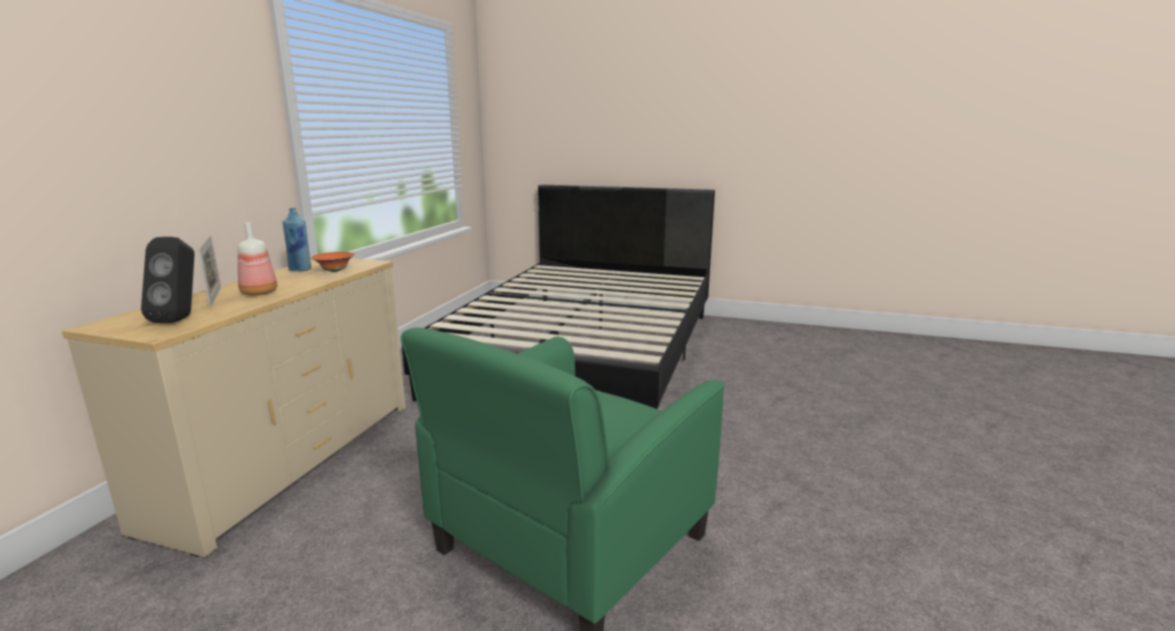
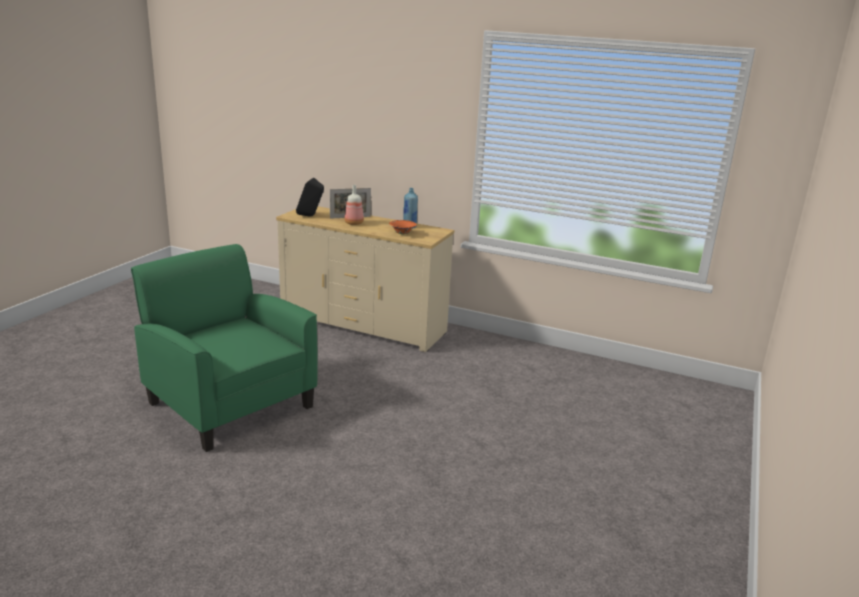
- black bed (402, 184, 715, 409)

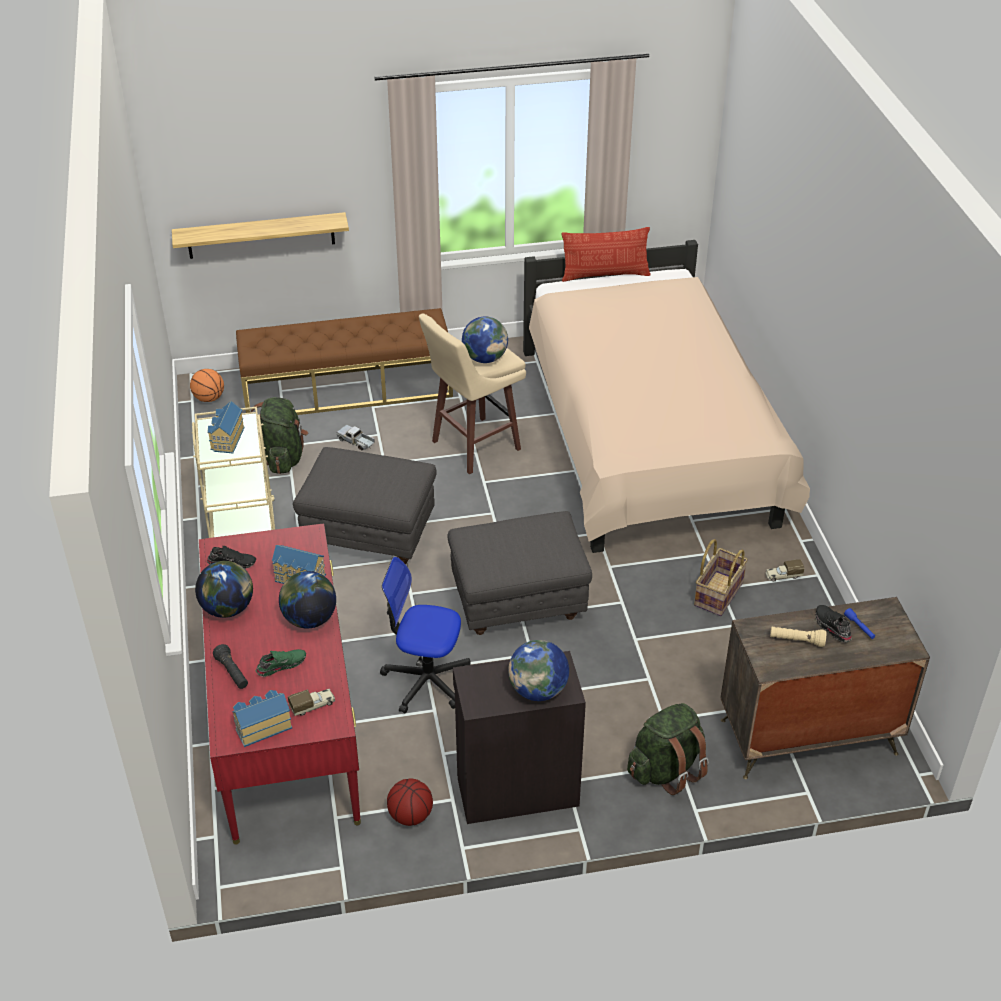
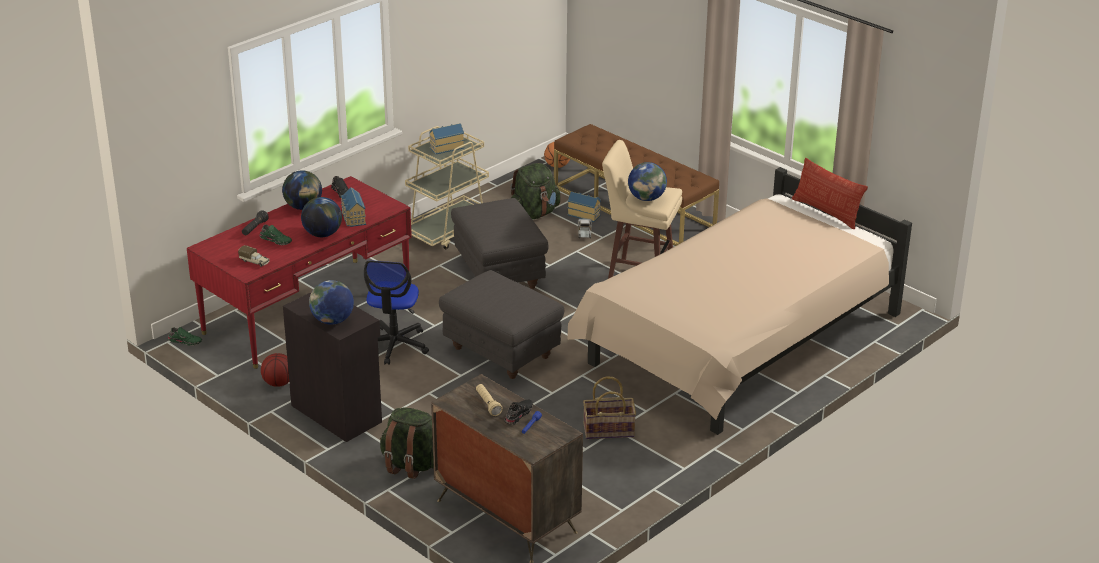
- shelf (172, 212, 349, 259)
~ toy house (232, 690, 292, 747) to (567, 192, 601, 222)
~ office chair (380, 557, 470, 714) = (364, 260, 429, 365) 150 degrees counterclockwise
- toy truck (766, 559, 804, 581)
+ green shoe (168, 327, 203, 346)

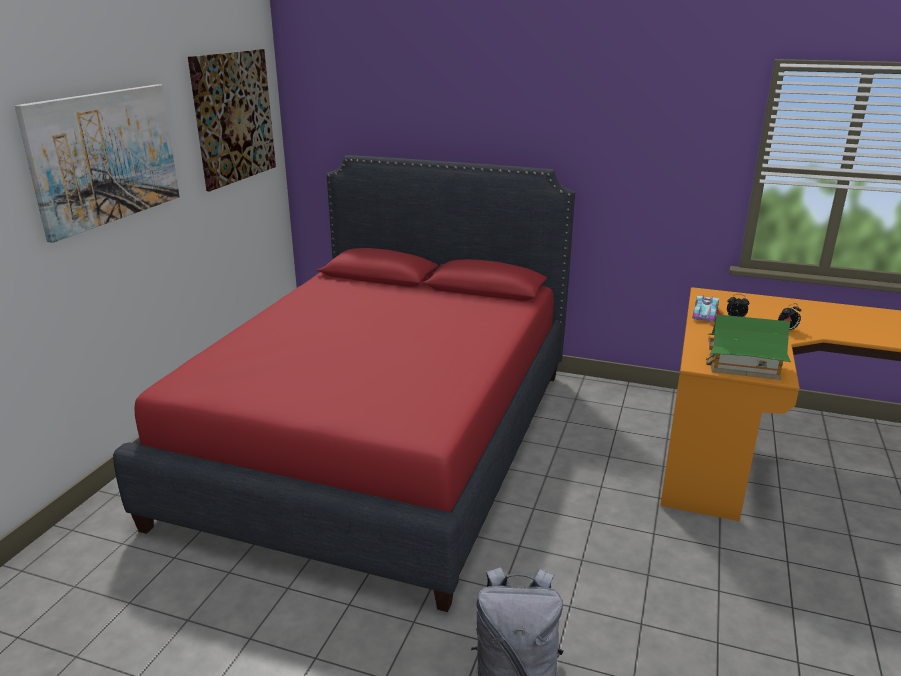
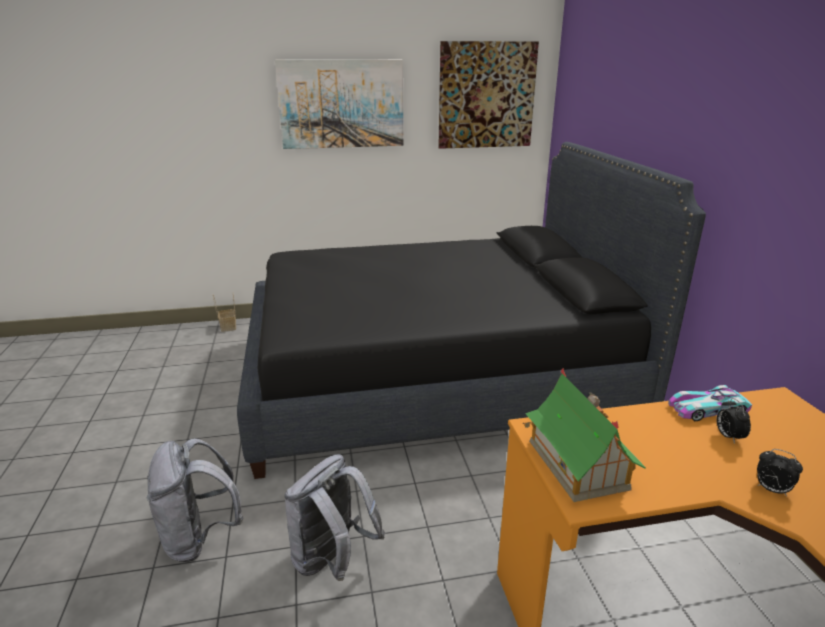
~ red bed (113, 155, 575, 612) to black bed (237, 142, 706, 479)
+ basket (213, 294, 236, 332)
+ grey backpack (284, 454, 385, 581)

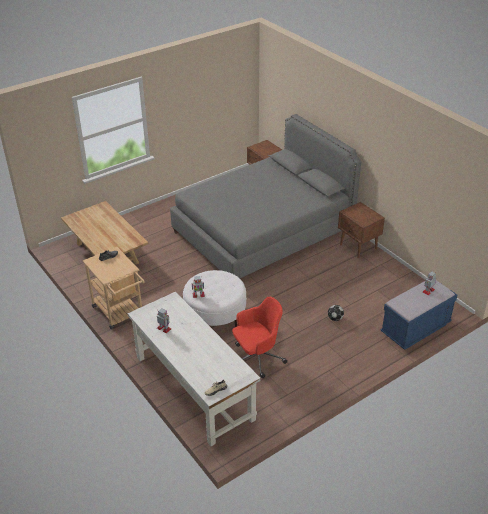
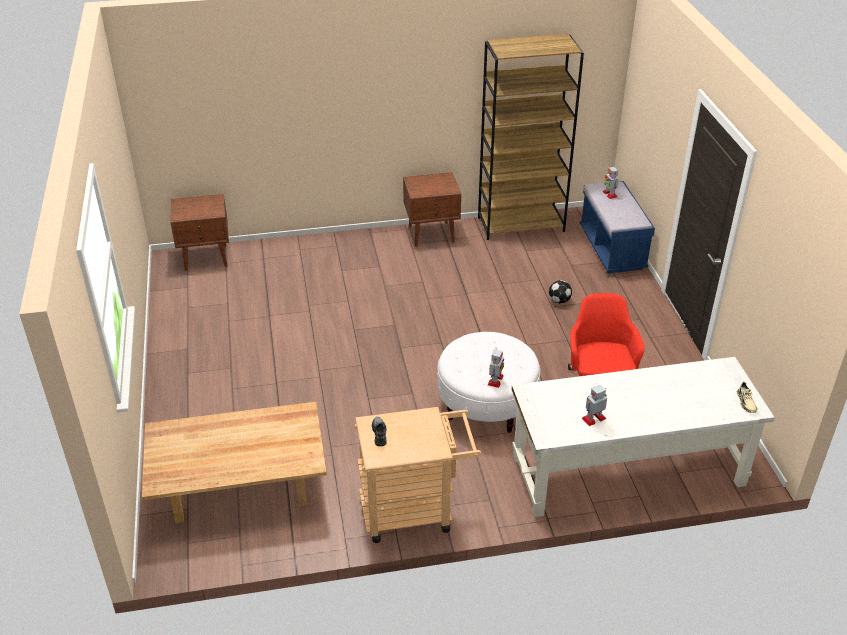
- grey bed (170, 114, 361, 278)
+ brown bookcase (478, 34, 584, 240)

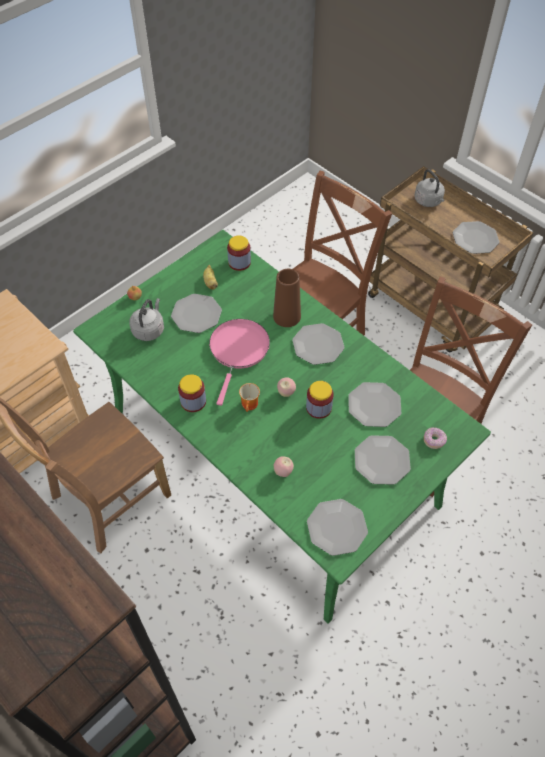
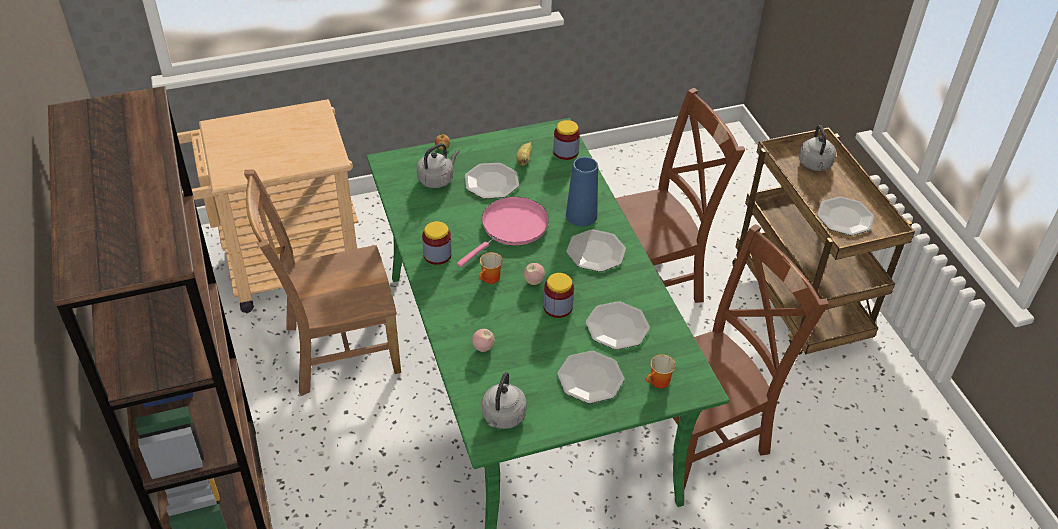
~ brown vase (273, 269, 301, 327) to blue vase (566, 157, 598, 226)
~ plate (307, 499, 368, 556) to grey kettle (482, 372, 527, 429)
~ donut (424, 427, 447, 449) to mug (646, 354, 676, 388)

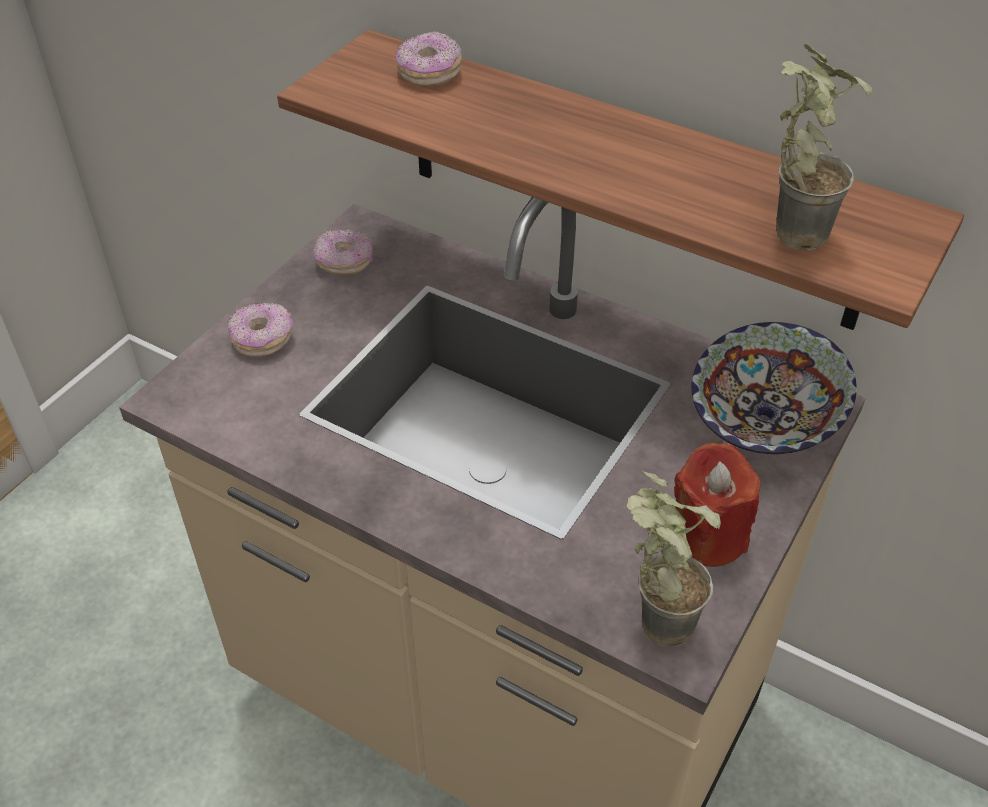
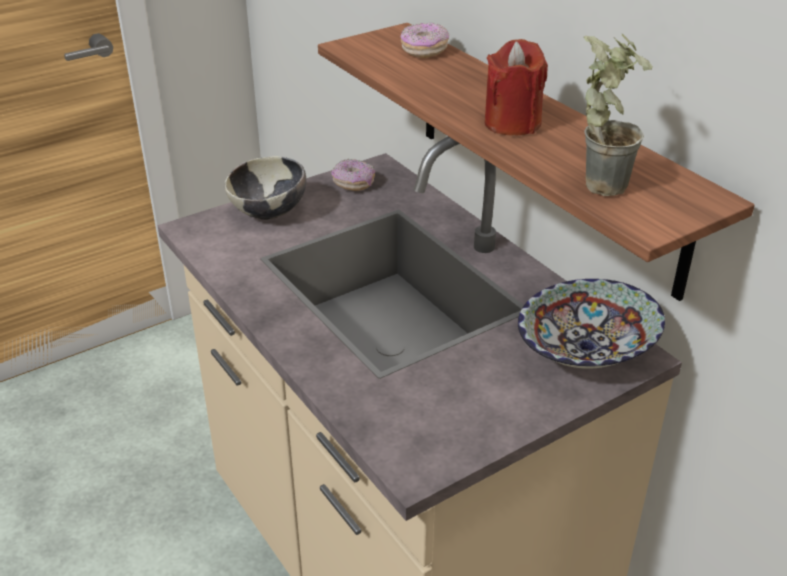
~ donut (228, 303, 293, 357) to bowl (225, 156, 306, 220)
- potted plant (627, 471, 721, 647)
~ red candle (674, 443, 760, 567) to (484, 39, 548, 136)

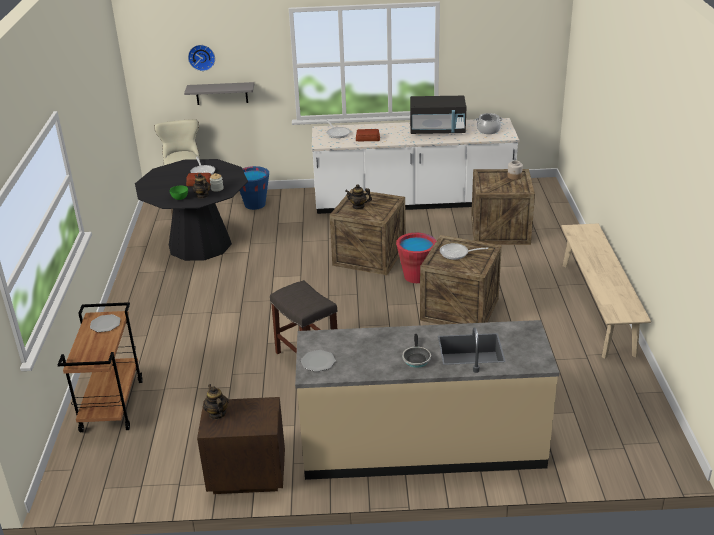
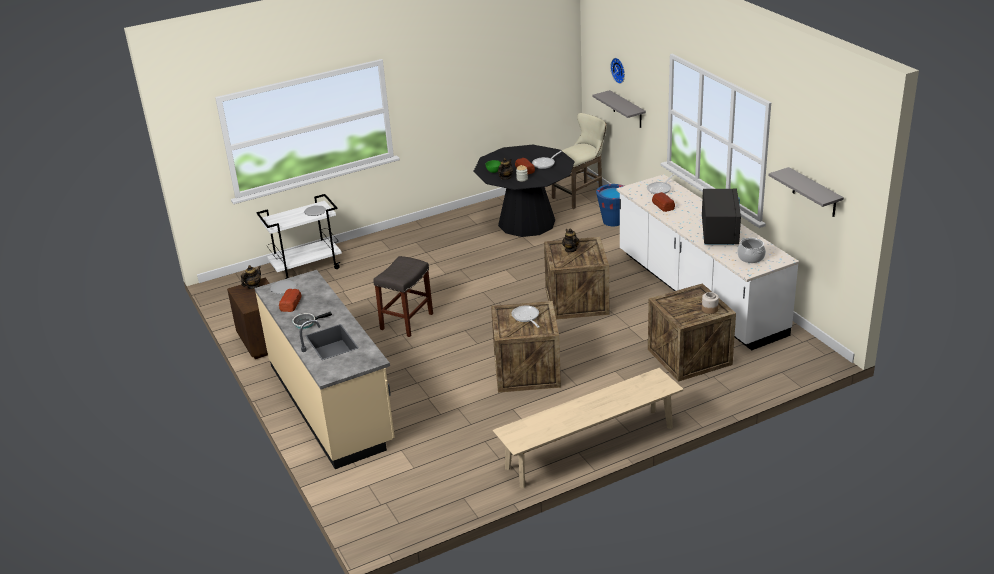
~ brown cart (57, 302, 143, 432) to white cart (256, 194, 342, 279)
- red bucket (396, 233, 436, 283)
~ black microwave (410, 96, 466, 134) = (702, 188, 741, 245) 150 degrees counterclockwise
+ bread (279, 289, 302, 312)
+ grey shelf (769, 167, 844, 217)

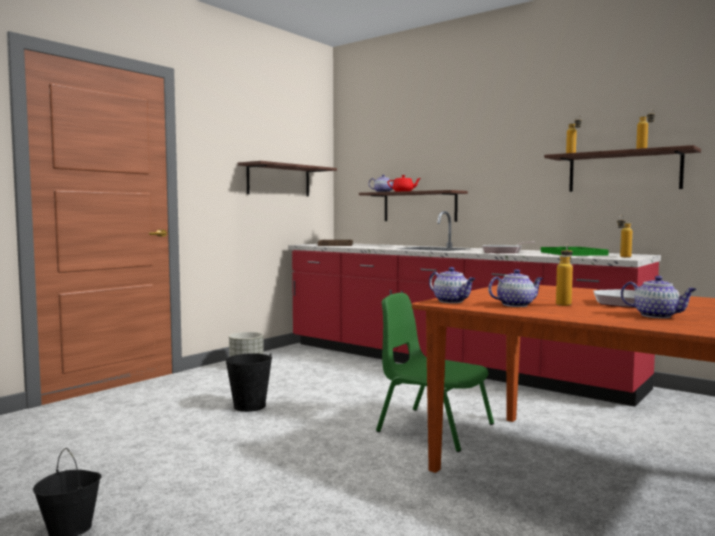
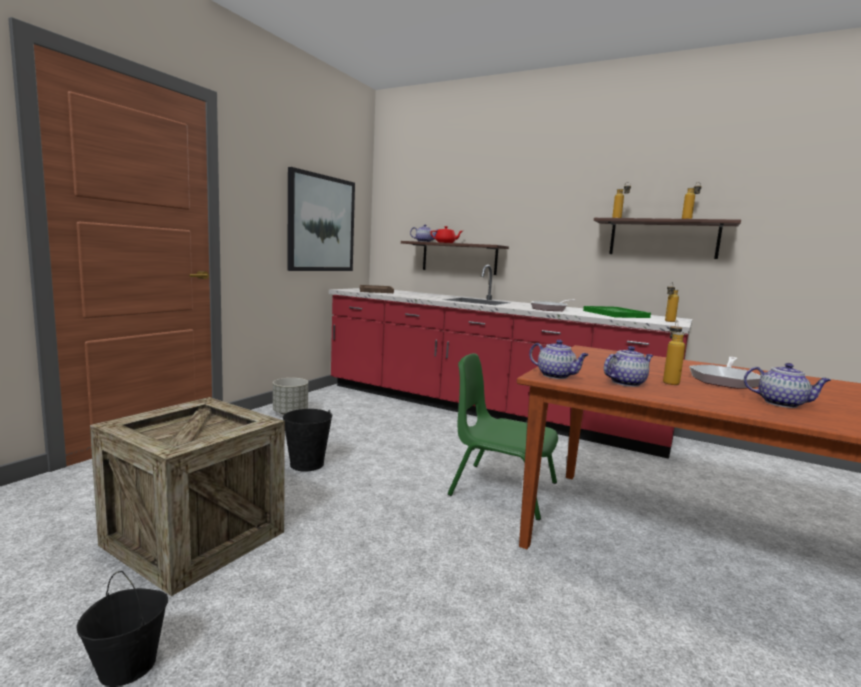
~ shelf (238, 161, 337, 196) to picture (287, 167, 355, 271)
+ crate (90, 397, 285, 596)

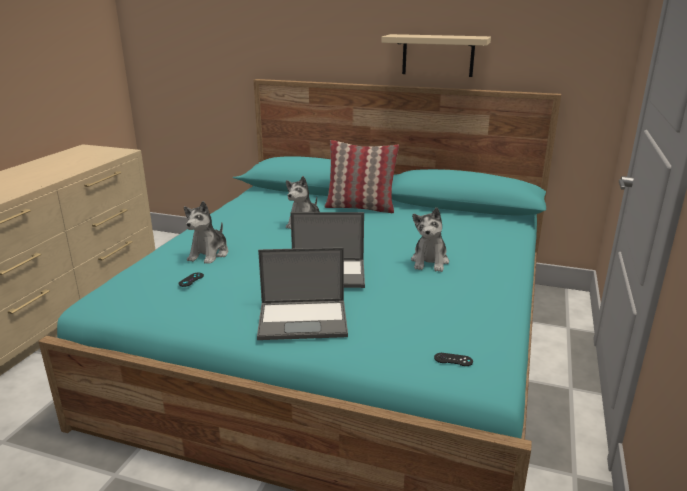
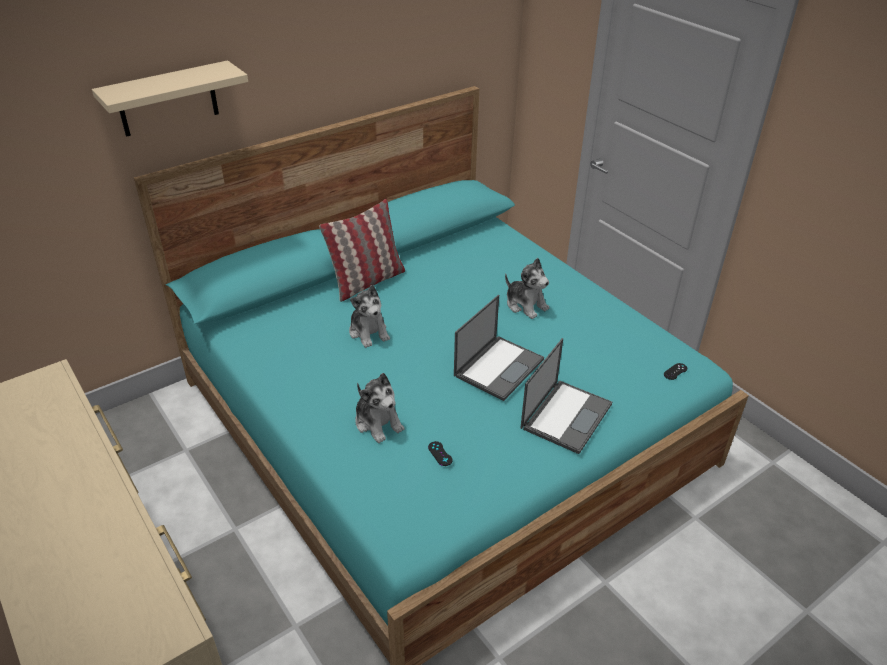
~ beige shelf (381, 34, 491, 77) to (92, 60, 248, 137)

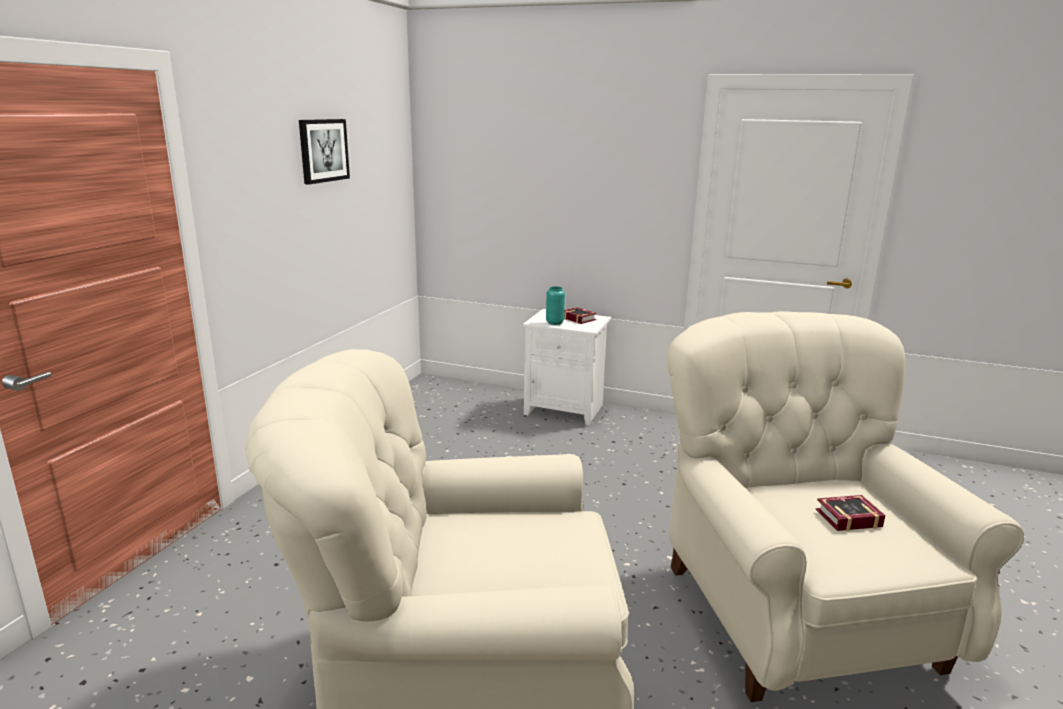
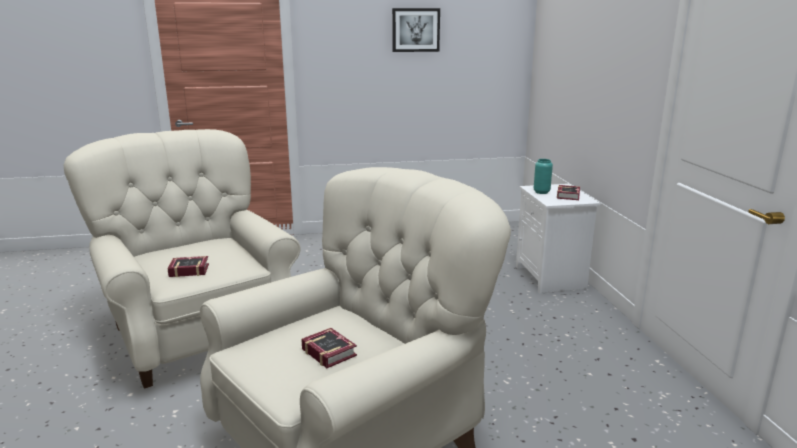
+ book (168, 256, 209, 277)

